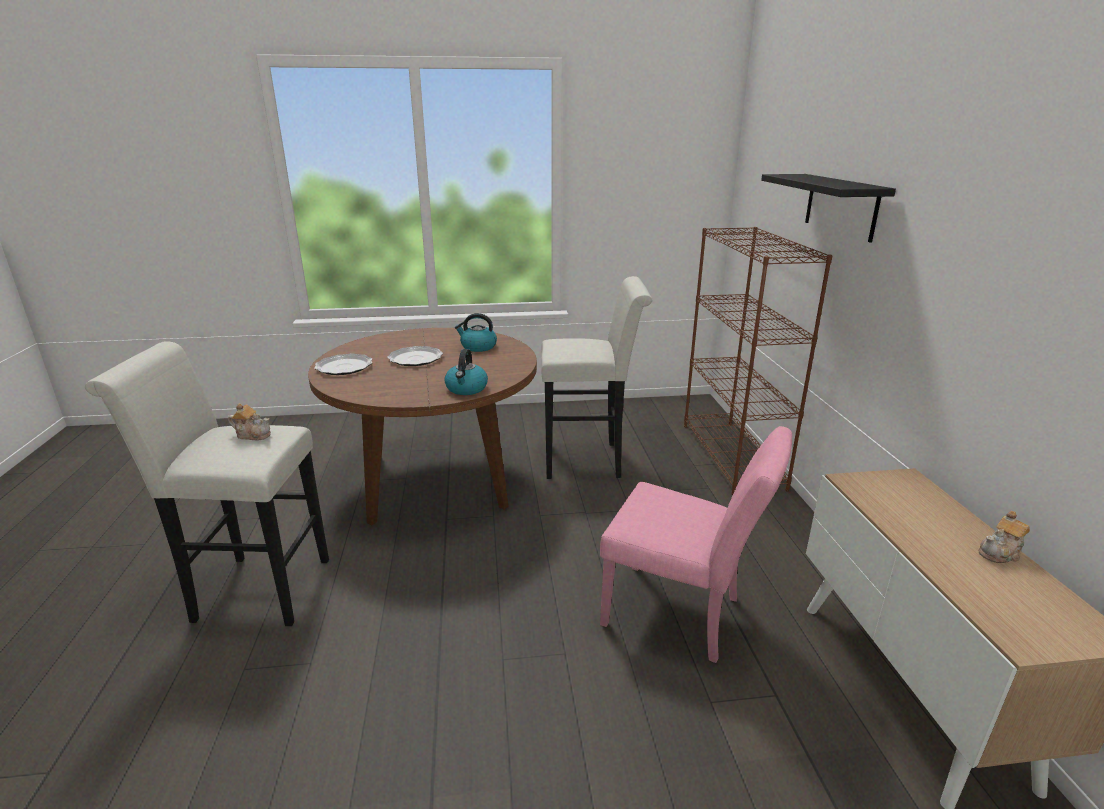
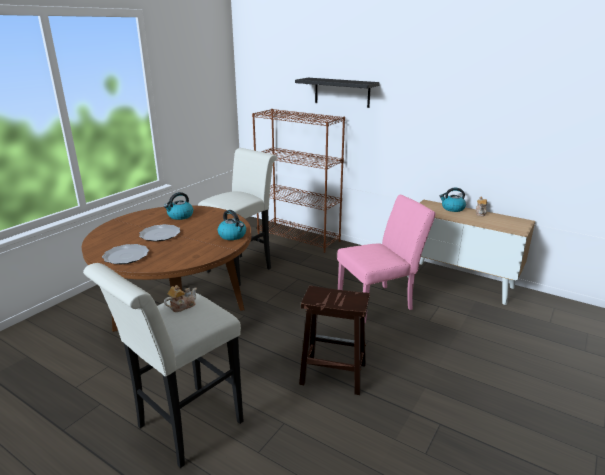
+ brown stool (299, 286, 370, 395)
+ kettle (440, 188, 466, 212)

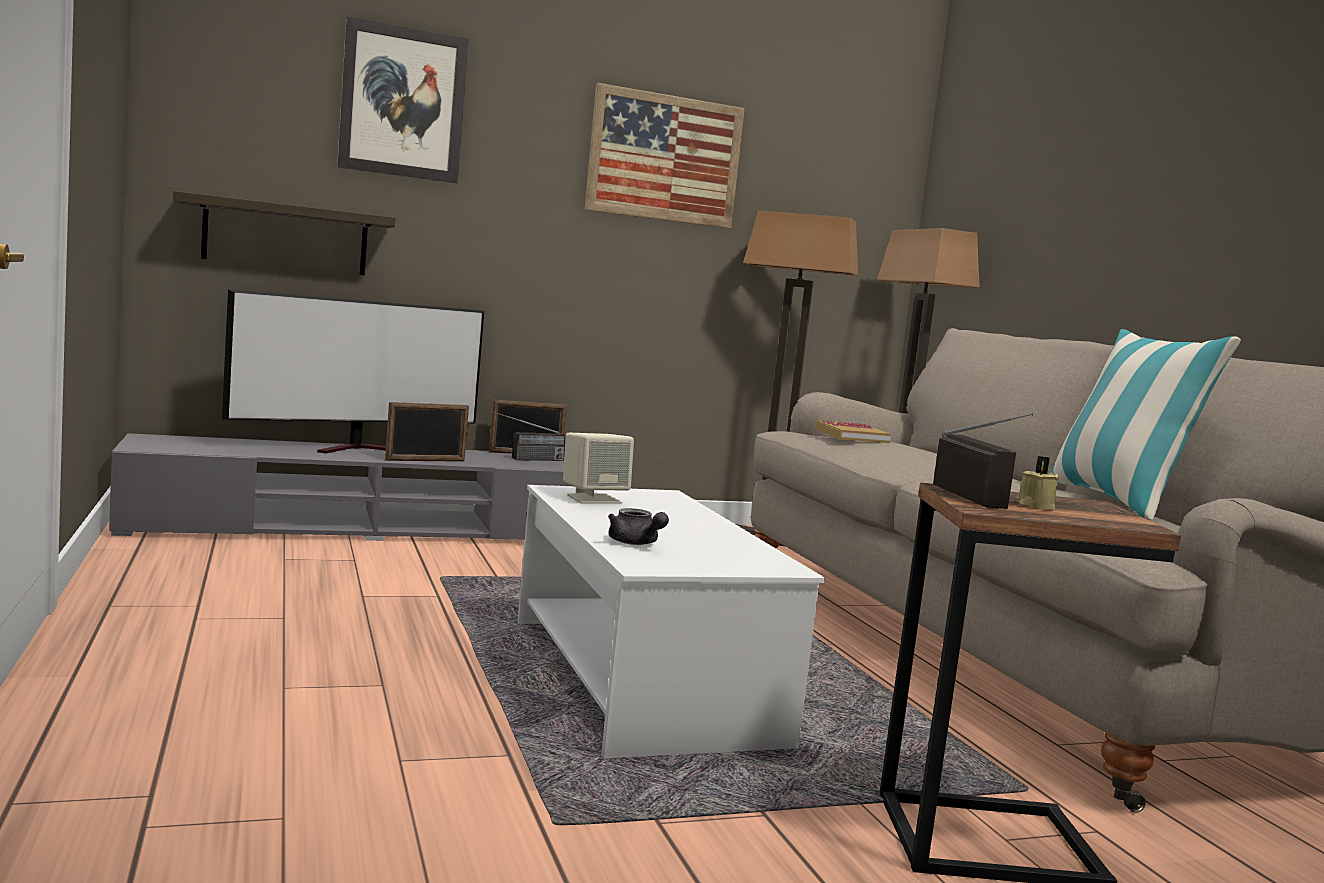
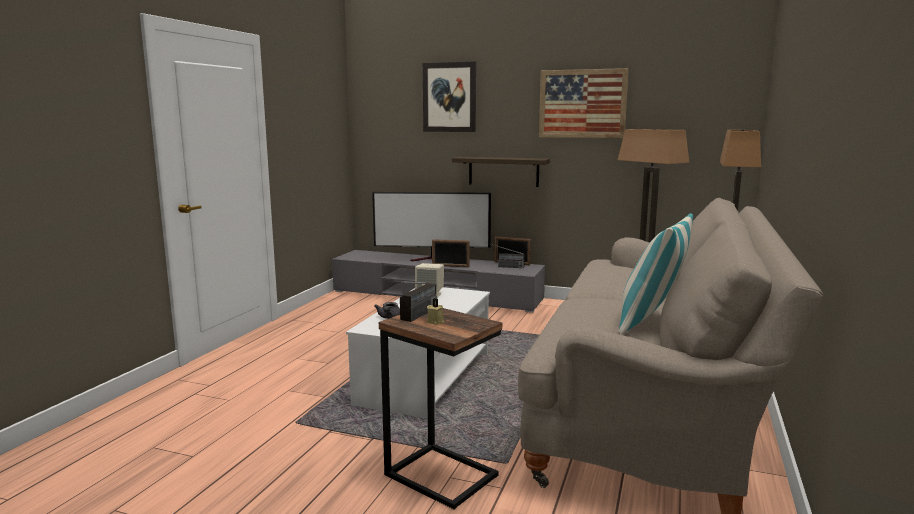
~ shelf (173, 191, 395, 275) to (452, 157, 550, 187)
- book (816, 420, 891, 443)

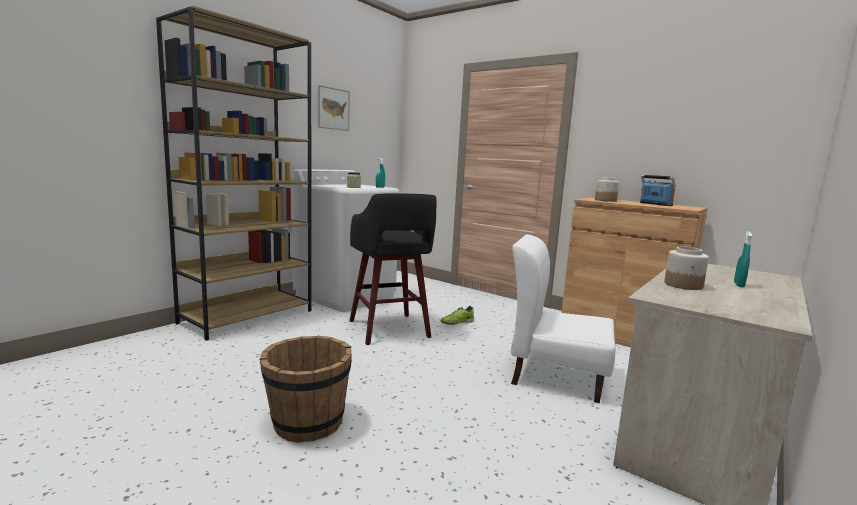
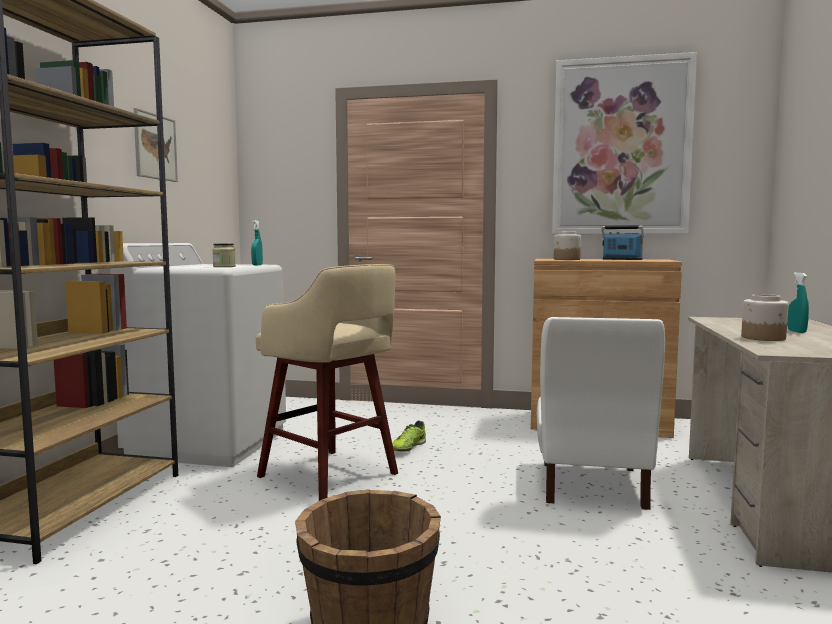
~ black stool (349, 194, 437, 345) to beige stool (256, 264, 398, 501)
~ white chair (510, 234, 615, 403) = (537, 317, 665, 510) 75 degrees counterclockwise
+ picture (552, 52, 697, 234)

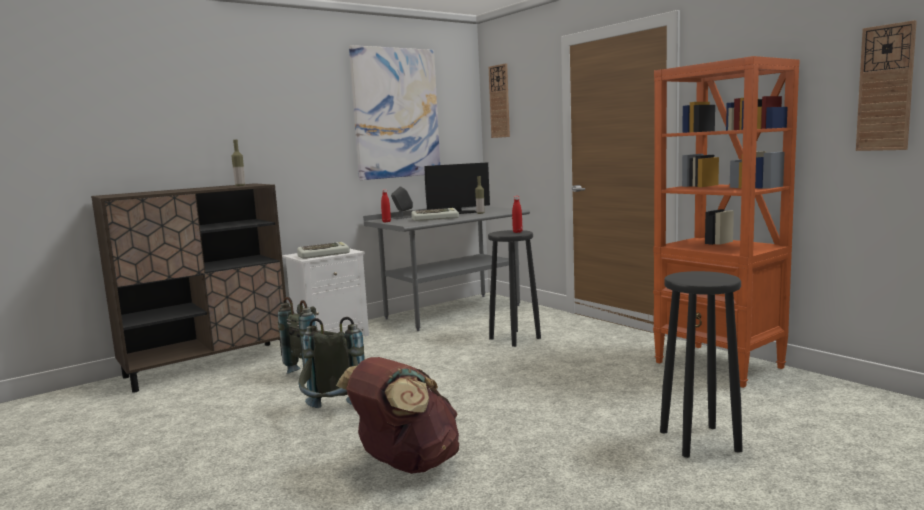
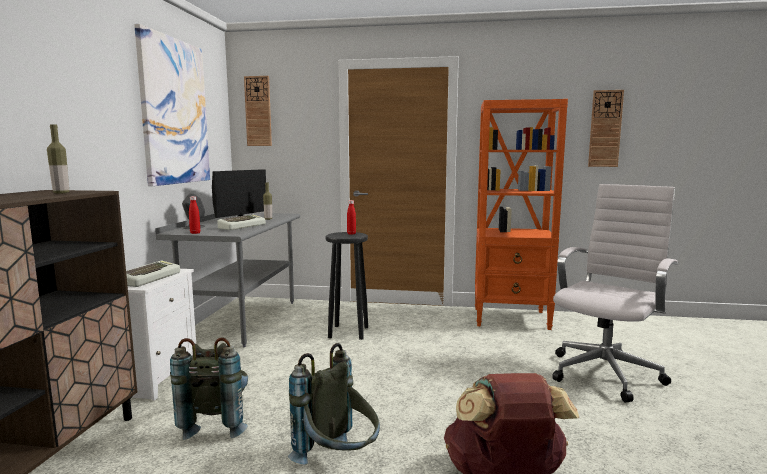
~ black stool (660, 271, 743, 458) to white office chair (552, 184, 678, 403)

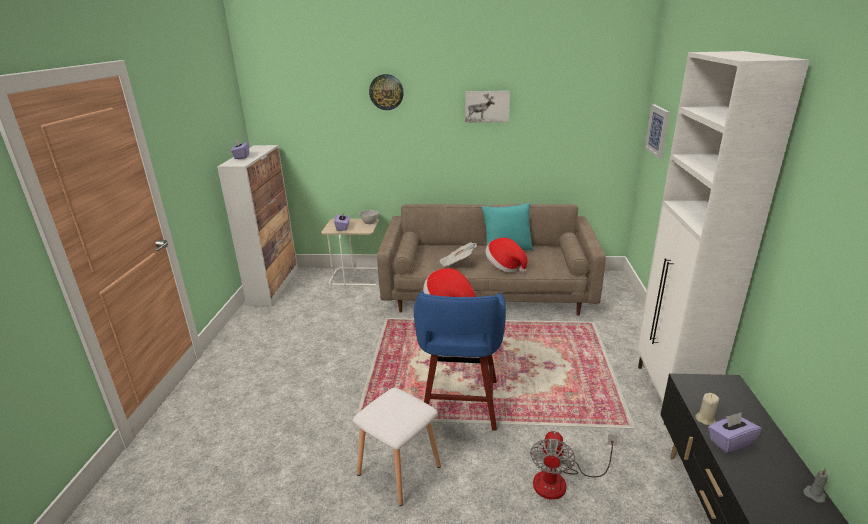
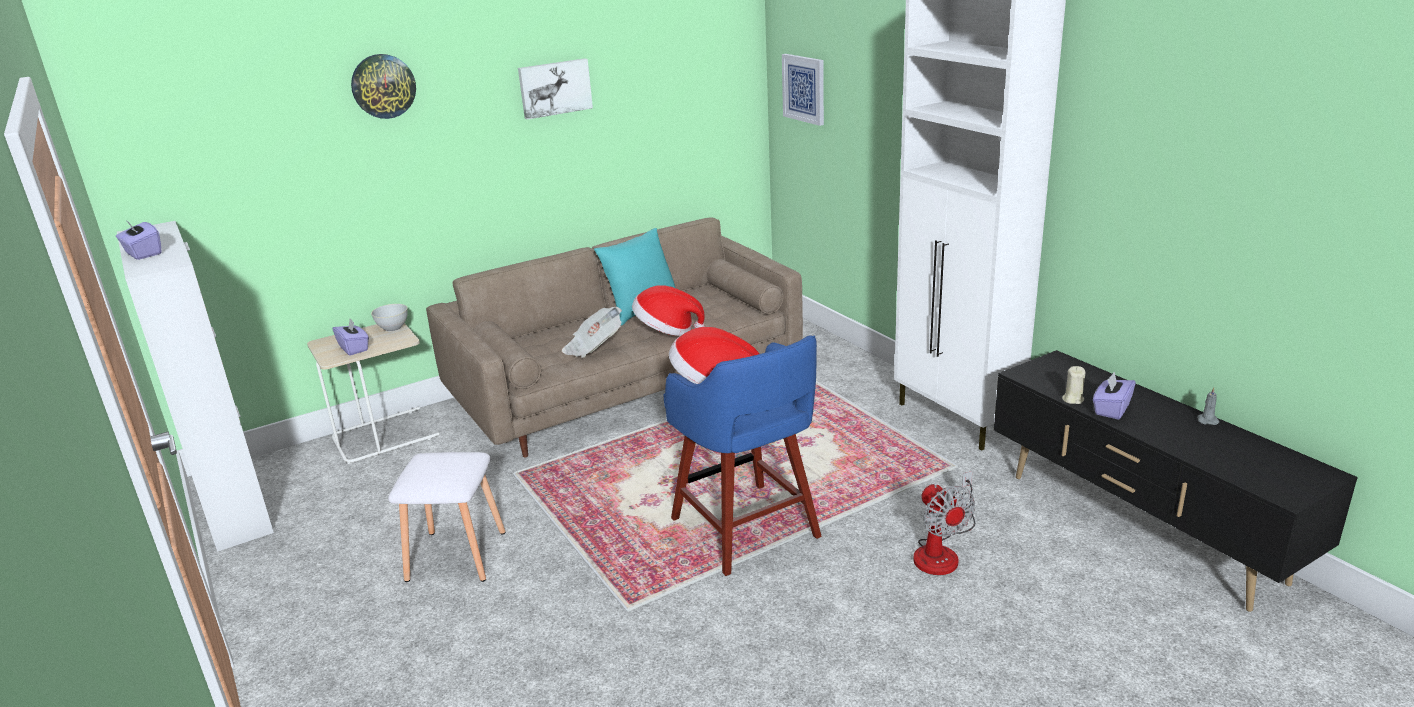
~ white stool (353, 388, 441, 506) to (388, 452, 505, 582)

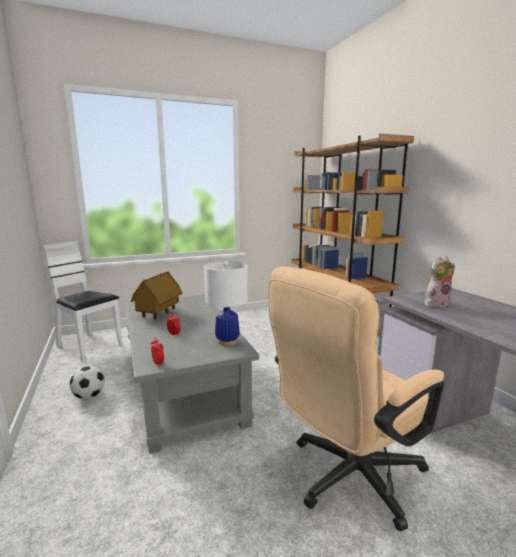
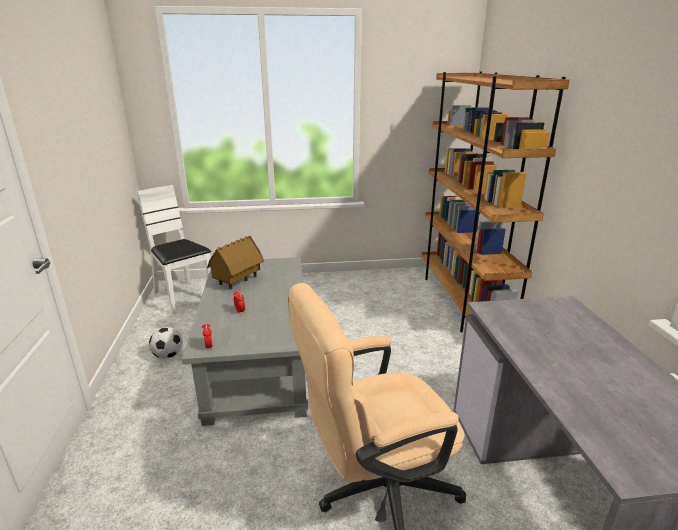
- white table lamp (204, 261, 248, 346)
- plush toy (424, 255, 455, 308)

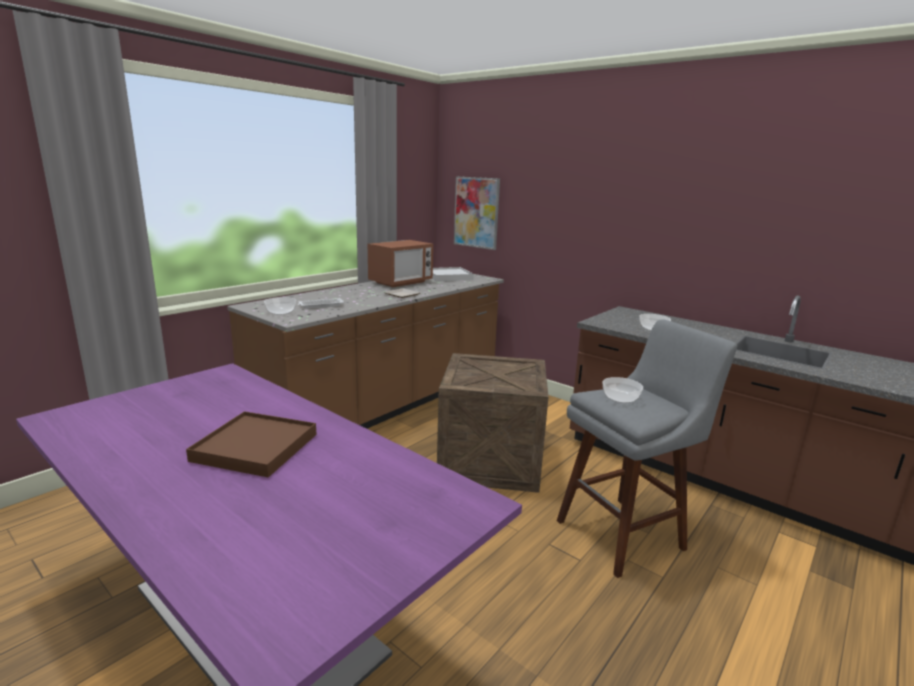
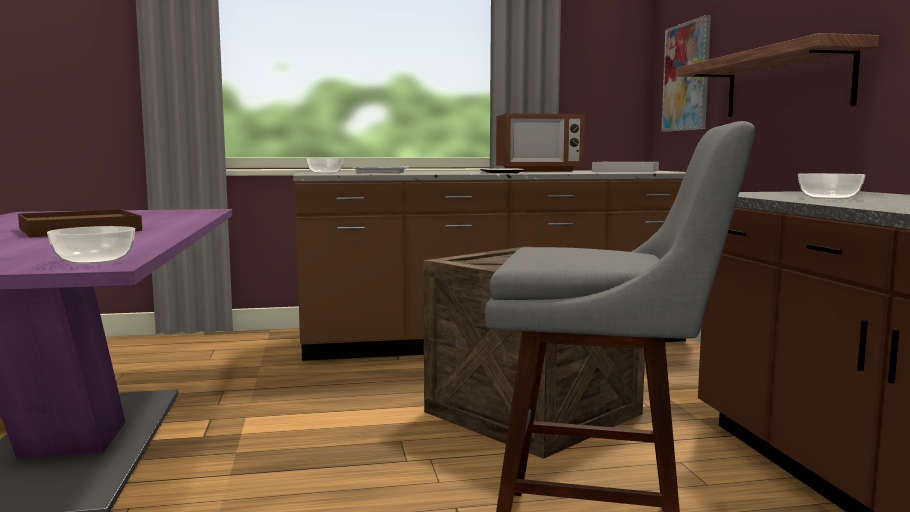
~ bowl (603, 377, 643, 403) to (47, 226, 135, 264)
+ shelf (676, 33, 879, 117)

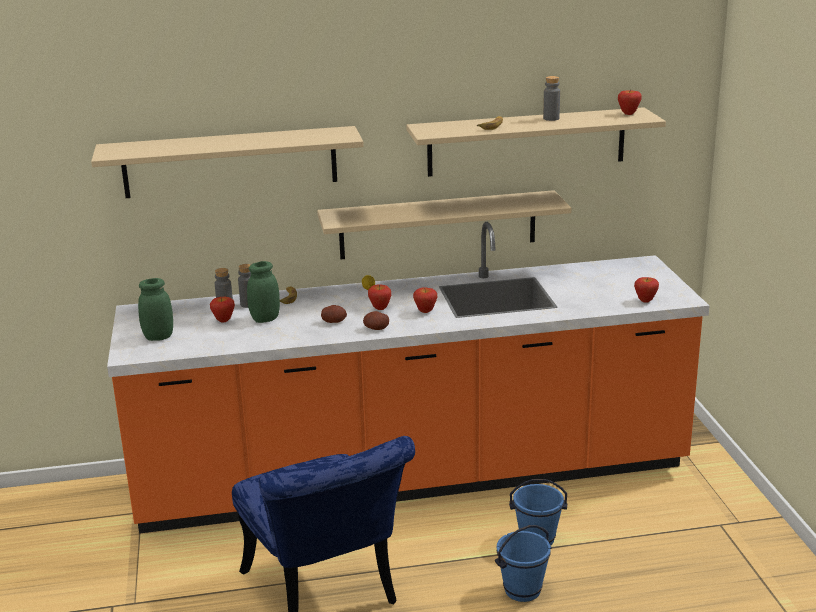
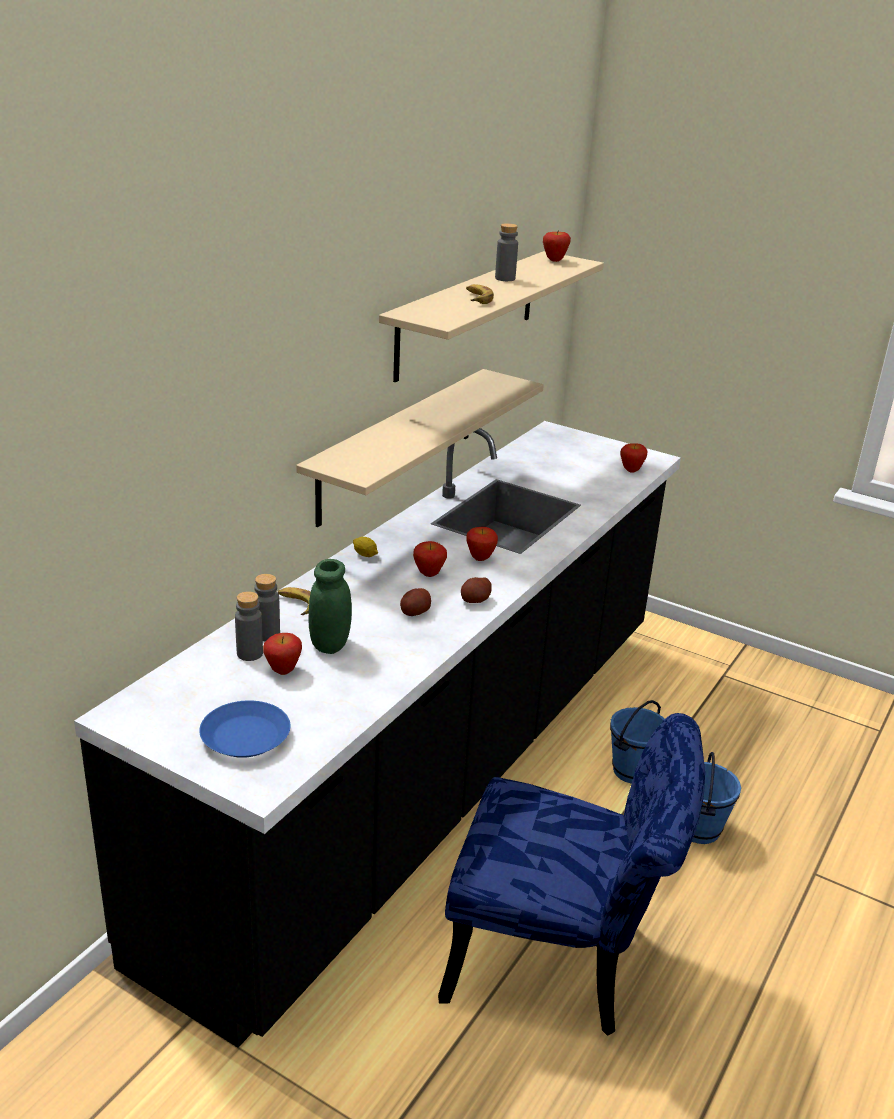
- beige shelf (91, 126, 364, 198)
~ orange counter (107, 222, 709, 534) to black counter (74, 421, 681, 1048)
~ green jar (138, 278, 173, 341) to blue plate (199, 700, 290, 758)

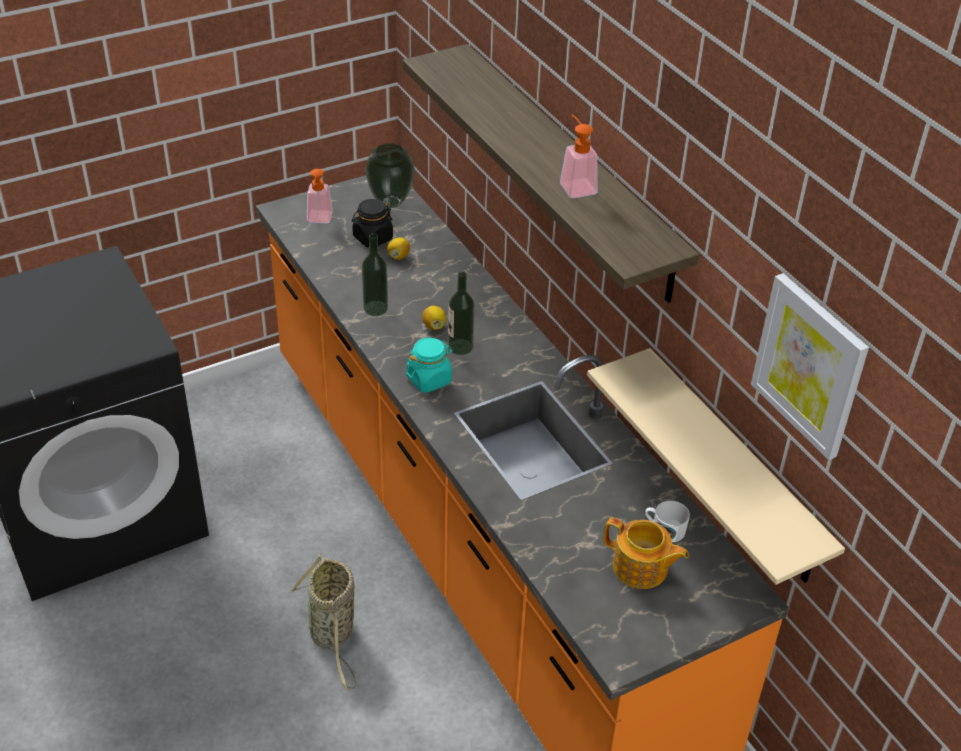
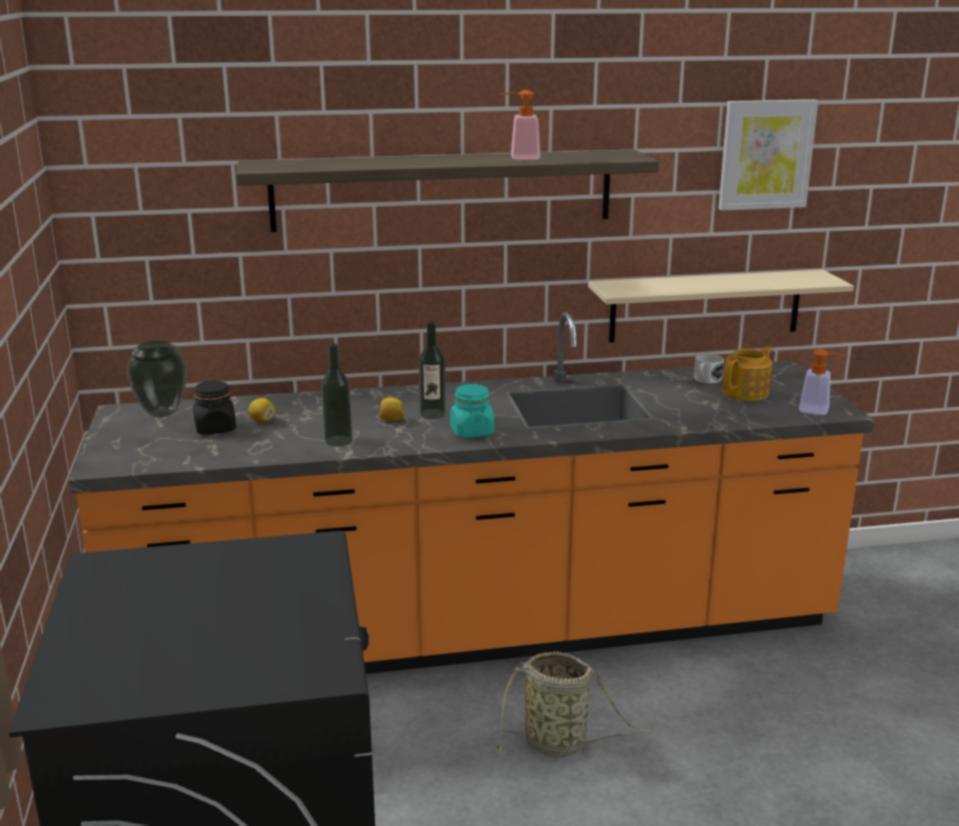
~ soap dispenser (307, 169, 333, 223) to (799, 349, 848, 415)

